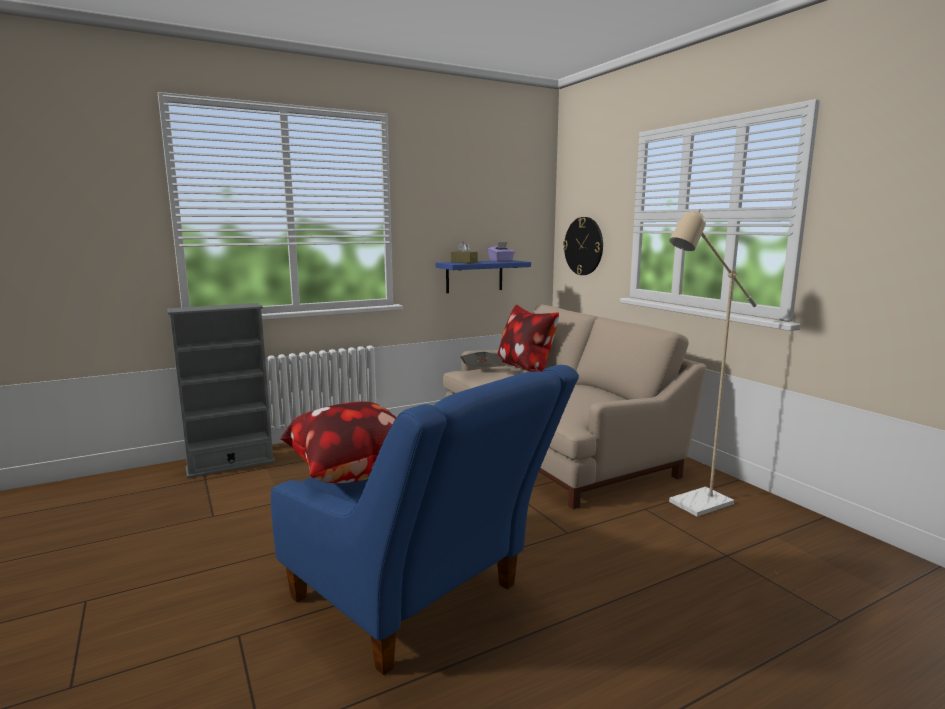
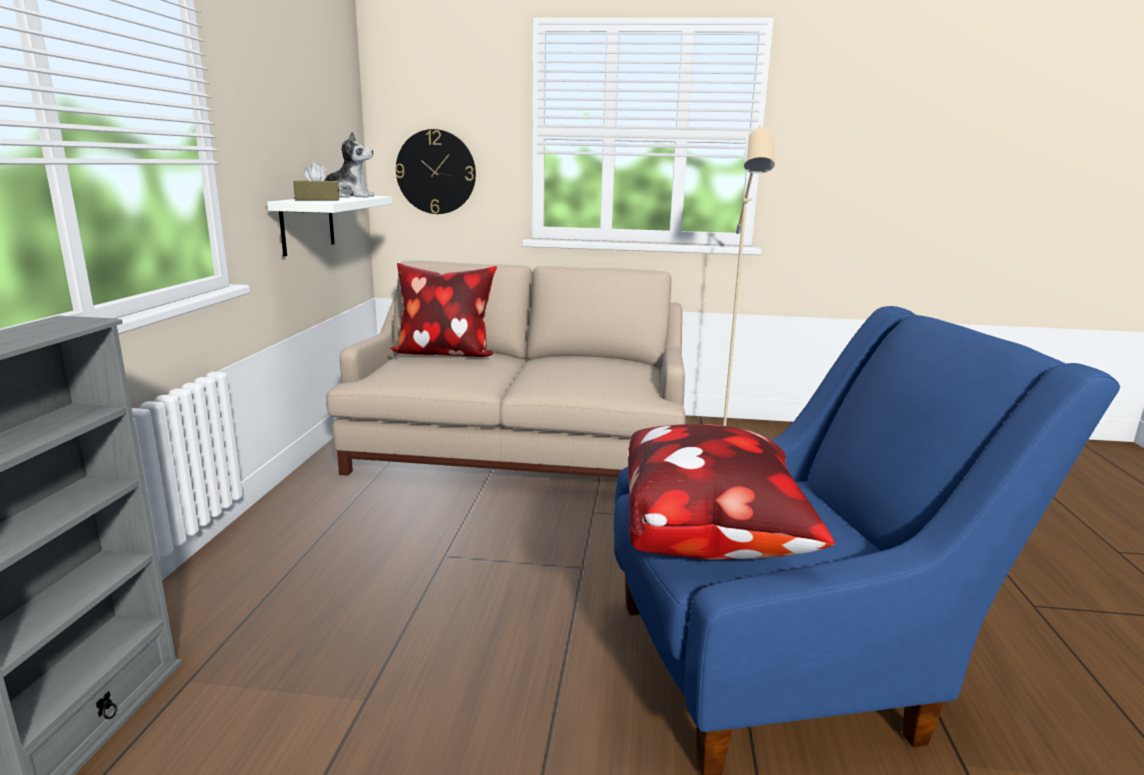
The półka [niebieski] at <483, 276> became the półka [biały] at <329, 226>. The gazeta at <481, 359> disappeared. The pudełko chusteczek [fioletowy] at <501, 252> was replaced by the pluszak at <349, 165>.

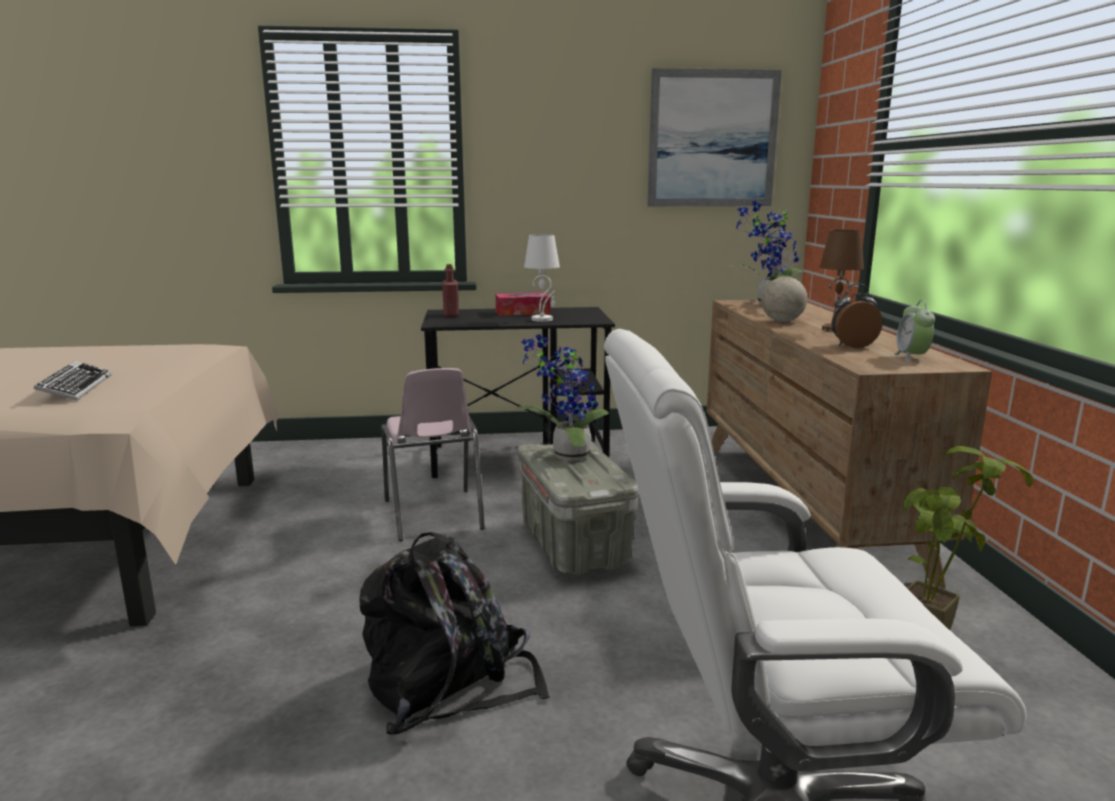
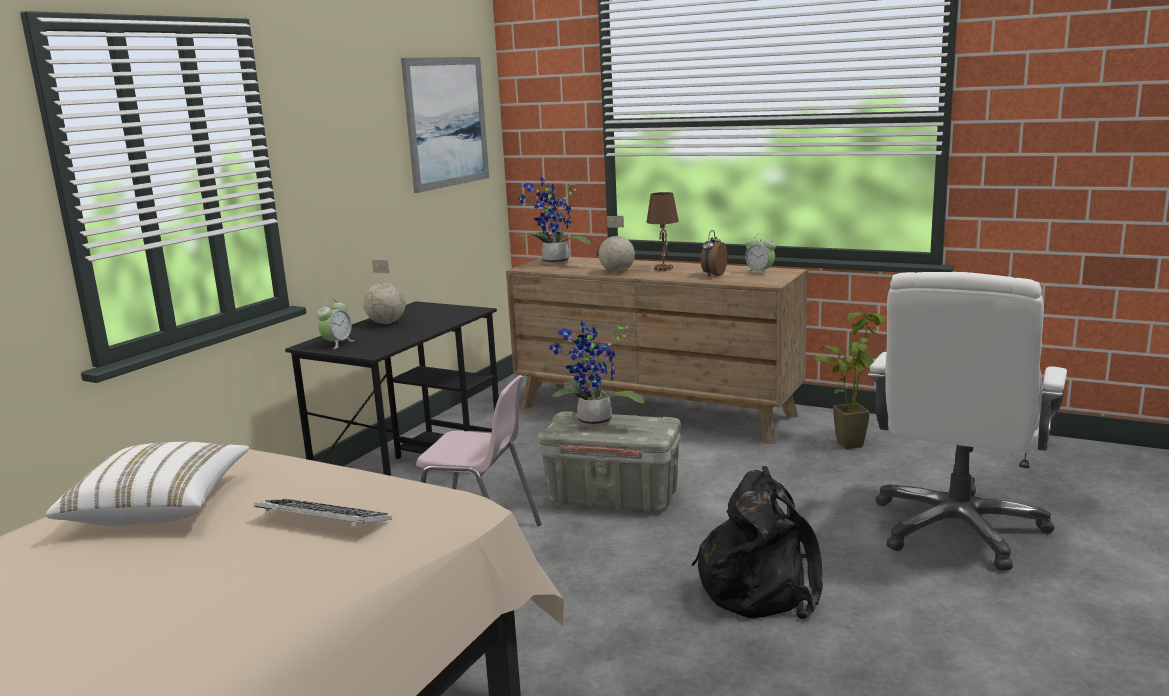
The butelka [czerwony] at <450, 290> was replaced by the budzik at <335, 324>. The pudełko chusteczek at <523, 304> was replaced by the globus at <384, 292>. The lampa stołowa [biały] at <542, 278> disappeared. The poduszka [biały] at <147, 483> appeared.

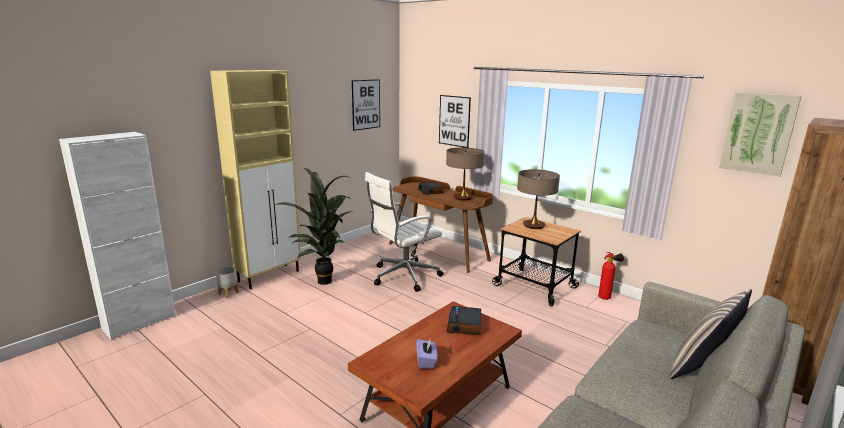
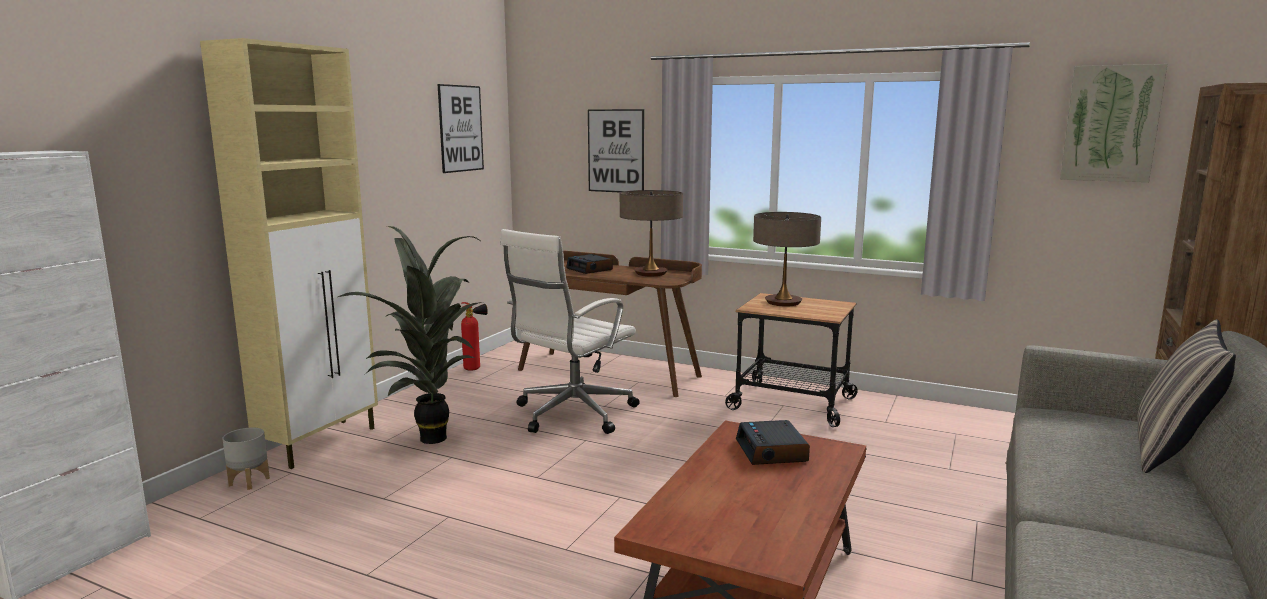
The pudełko chusteczek [fioletowy] at <427, 354> disappeared. The gaśnica moved from <611, 276> to <474, 336>.

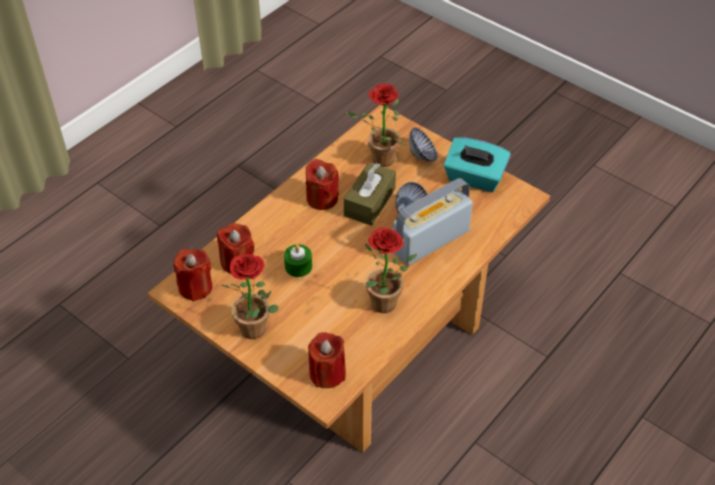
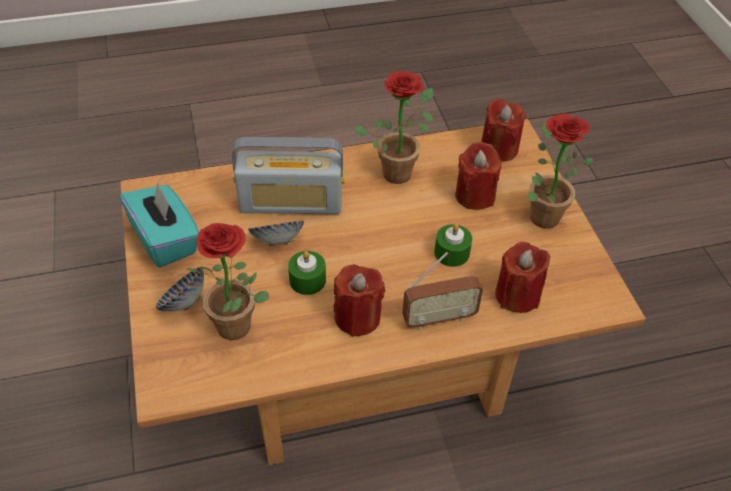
The świeca [czerwony] moved from <192, 275> to <478, 176>. The pudełko chusteczek [brązowy] at <370, 194> was replaced by the świeca [zielony] at <307, 273>. The radio at <442, 291> appeared.

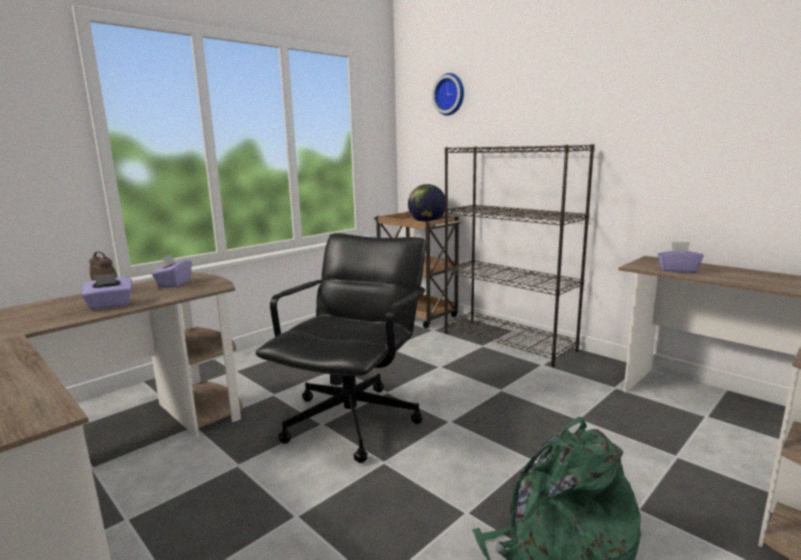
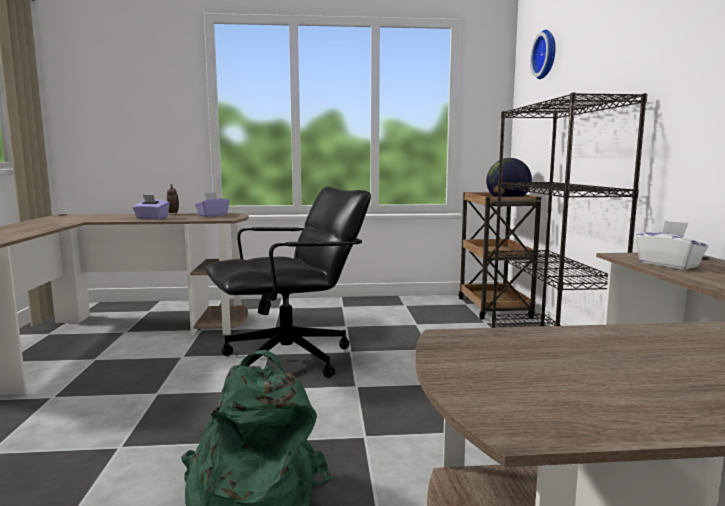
The pudełko chusteczek [fioletowy] at <680, 257> became the pudełko chusteczek [biały] at <671, 245>.

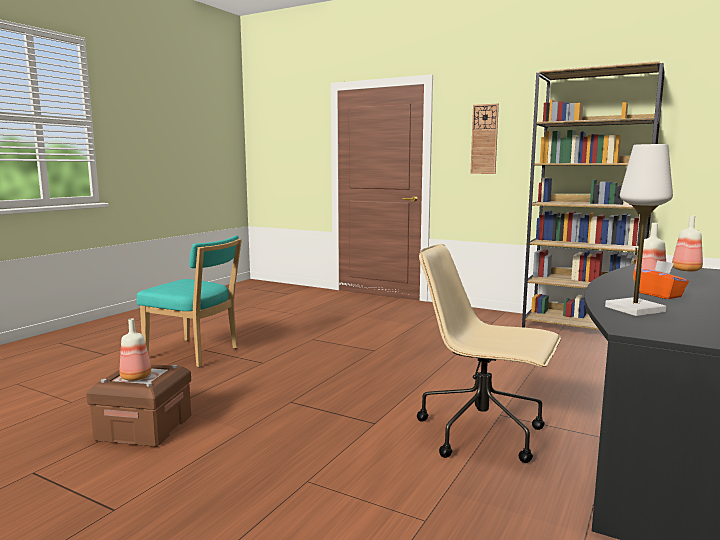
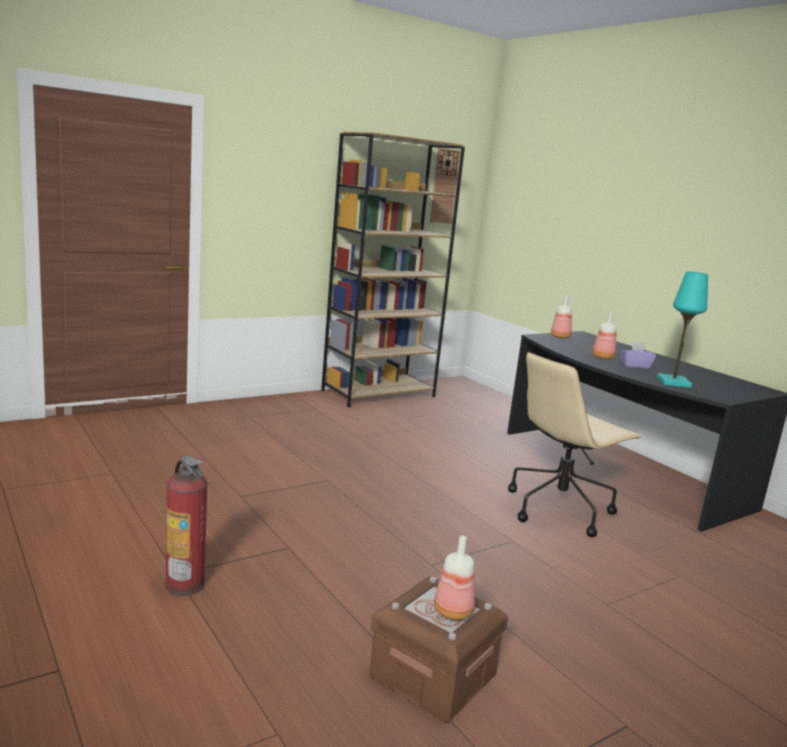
The krzesło [turkusowy] at <189, 301> was replaced by the gaśnica at <186, 526>. The zegar ścienny moved from <484, 139> to <445, 186>. The lampa stołowa [biały] at <639, 230> became the lampa stołowa [turkusowy] at <682, 329>. The pudełko chusteczek [pomarańczowy] at <661, 279> became the pudełko chusteczek [fioletowy] at <638, 355>.

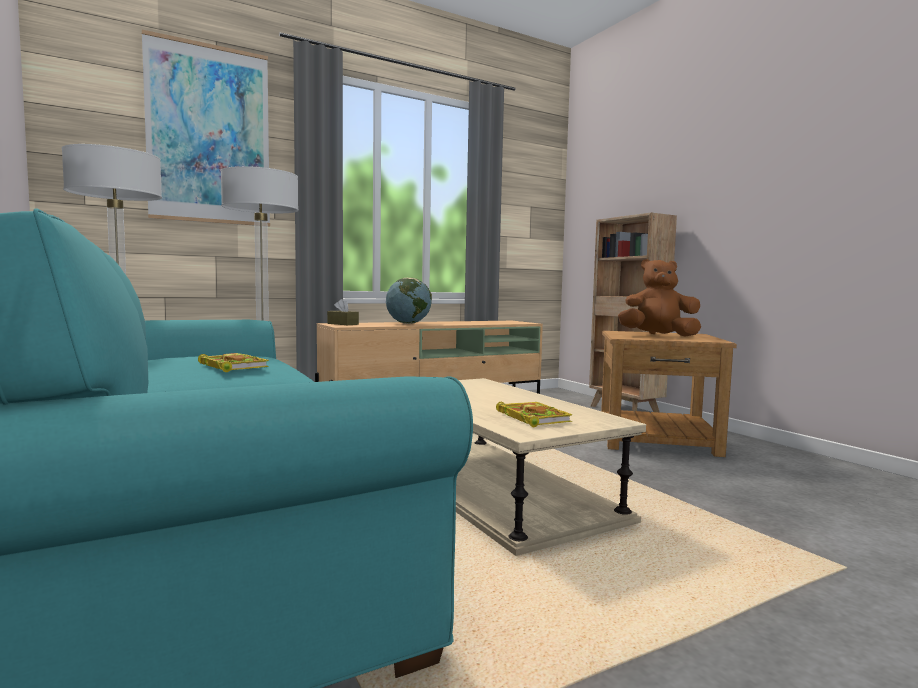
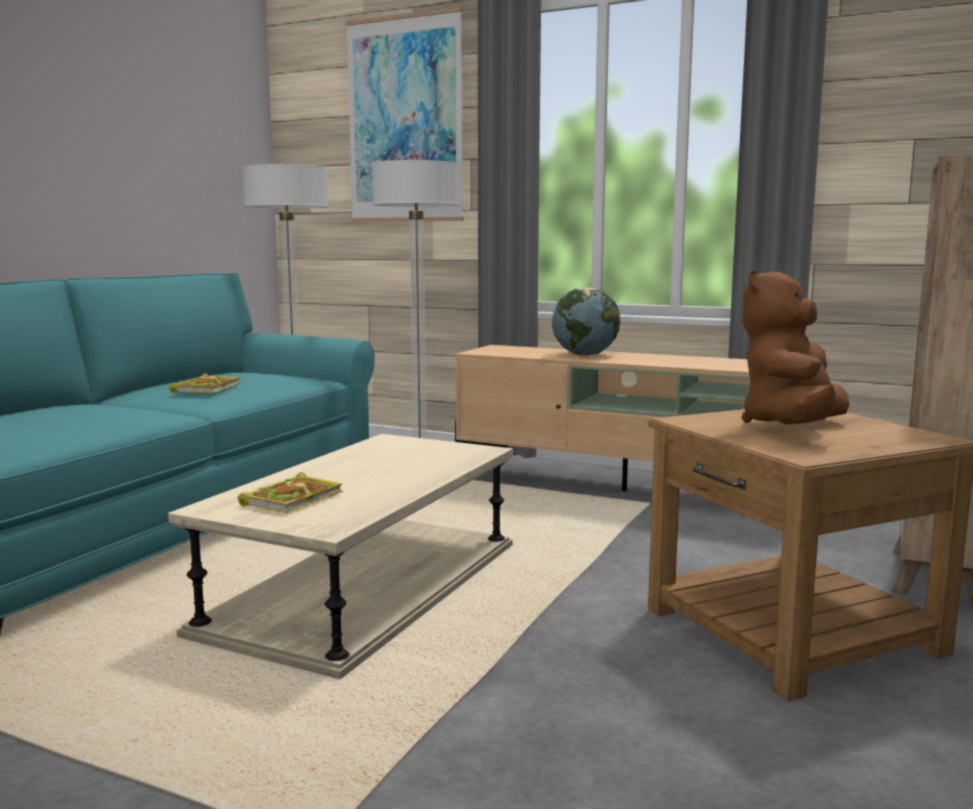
The pudełko chusteczek [brązowy] at <343, 312> disappeared. The pluszak [brązowy] at <659, 298> turned 120 degrees counterclockwise.

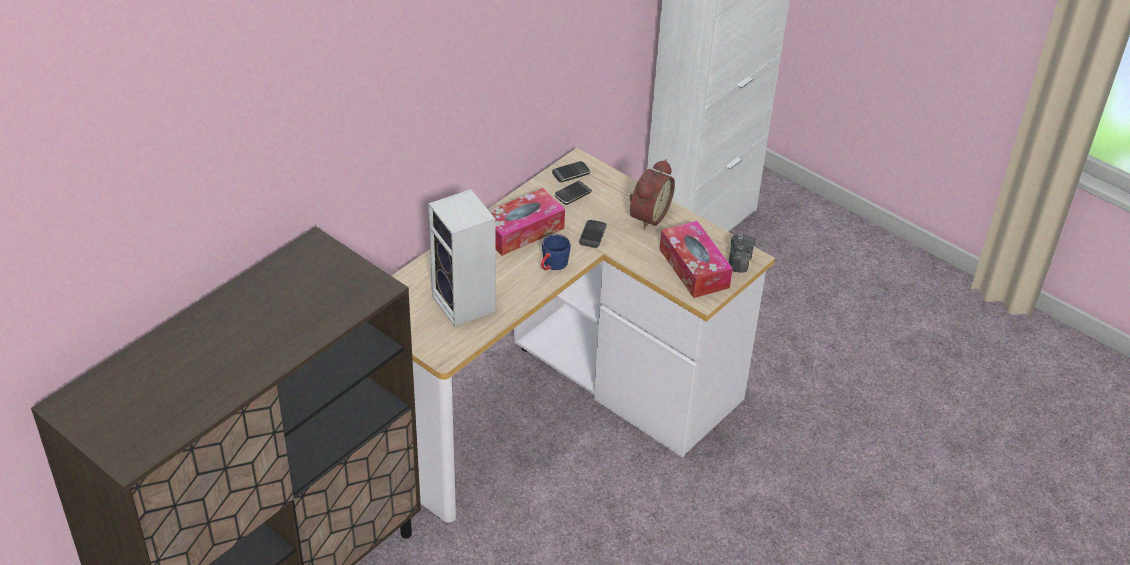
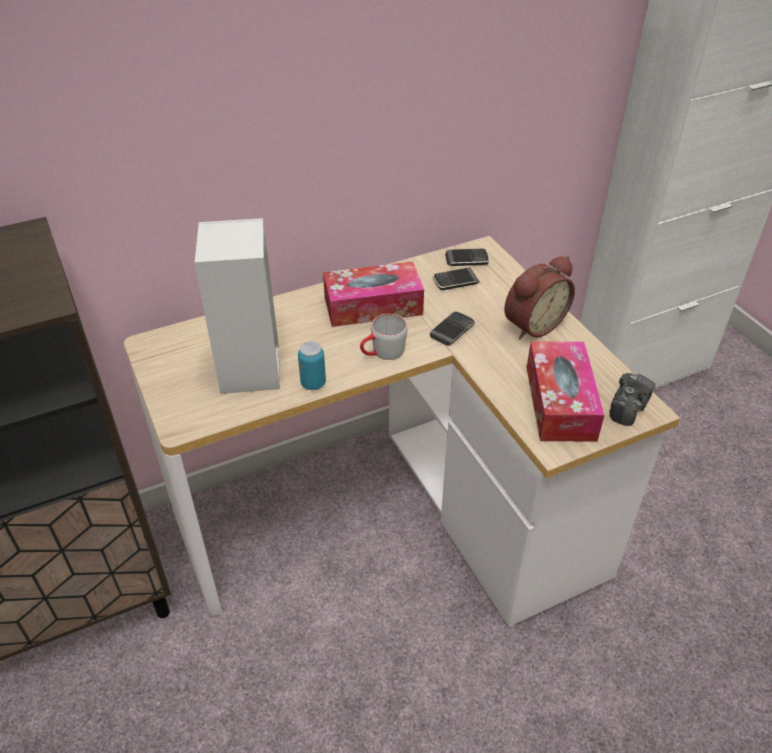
The kubek [niebieski] at <556, 252> became the kubek [szary] at <384, 337>. The puszka at <312, 366> appeared.

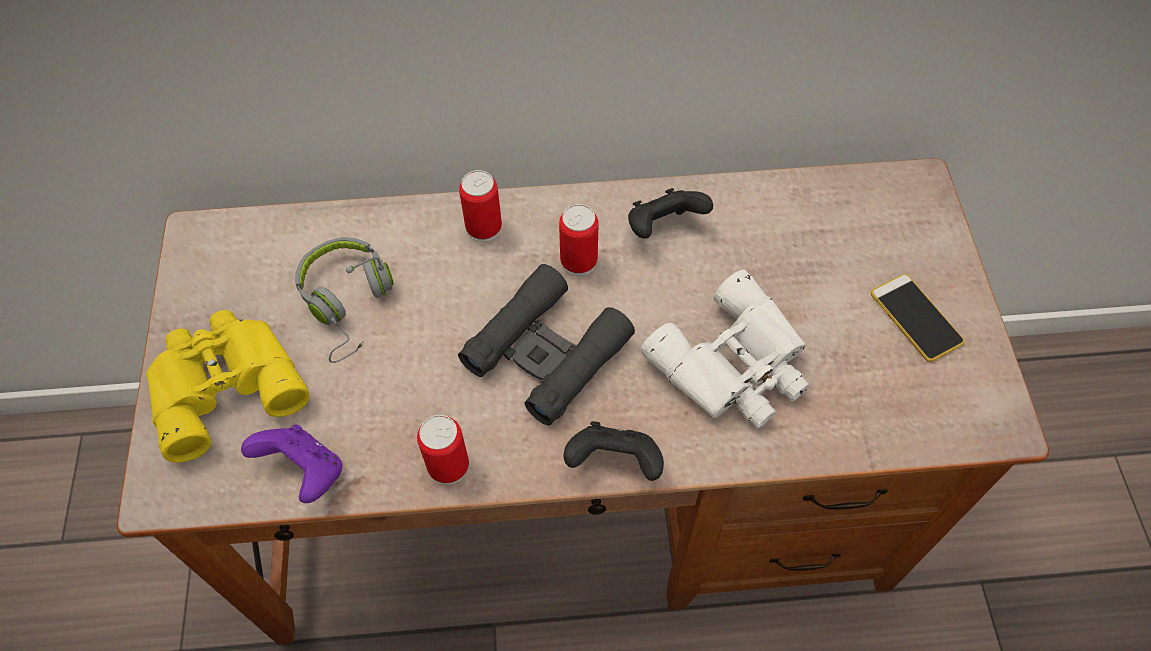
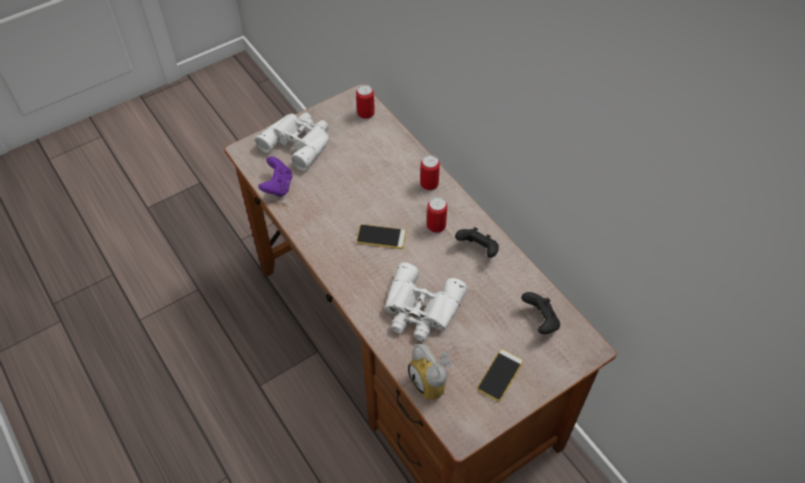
The lornetka [żółty] at <227, 386> became the lornetka [biały] at <292, 142>. The słuchawki [szary] at <344, 300> disappeared. The puszka moved from <443, 450> to <365, 102>. The lornetka [czarny] at <546, 344> was replaced by the telefon at <381, 236>. The pad do gier [czarny] moved from <613, 451> to <540, 313>. The budzik at <430, 372> appeared.

